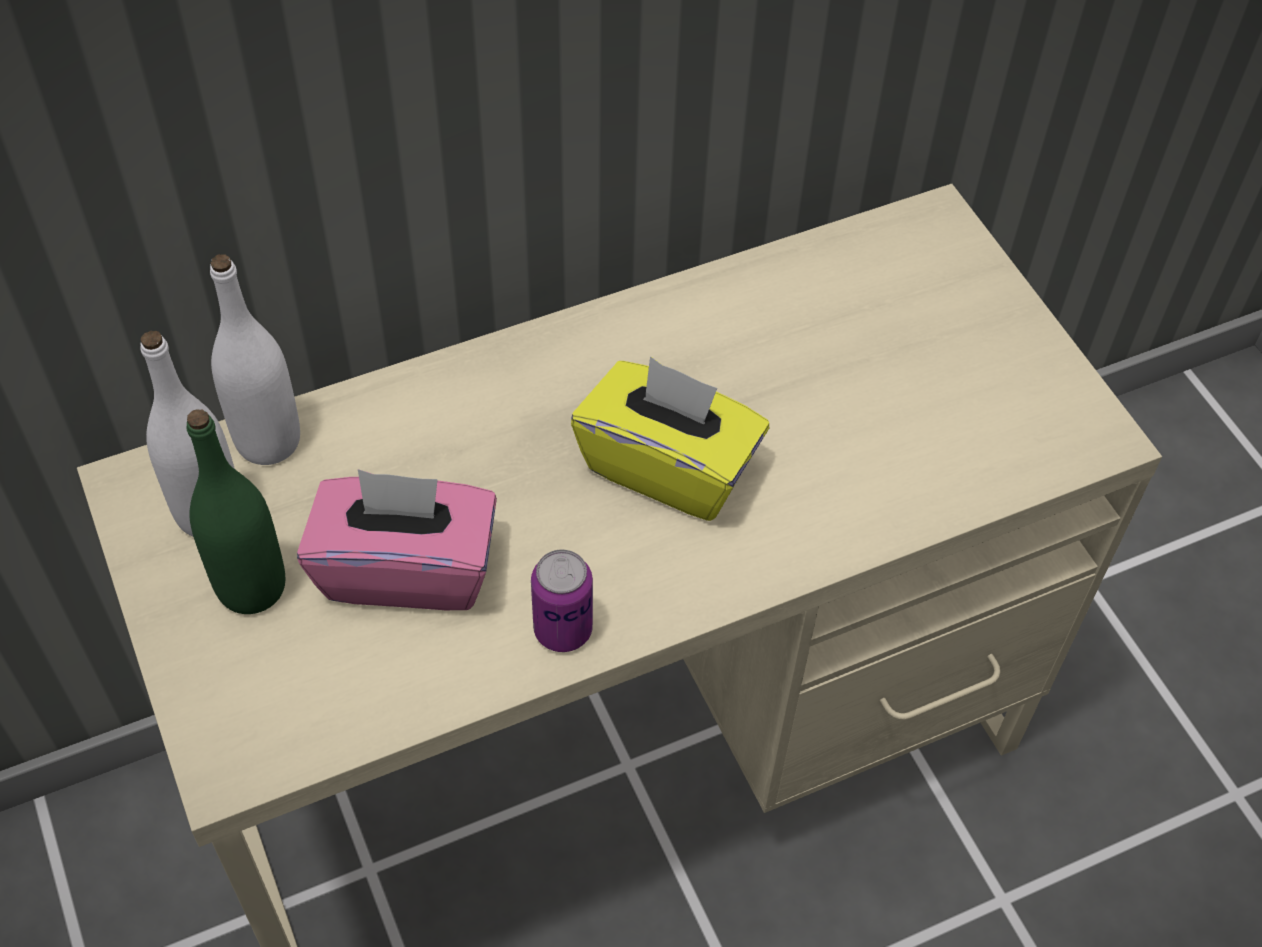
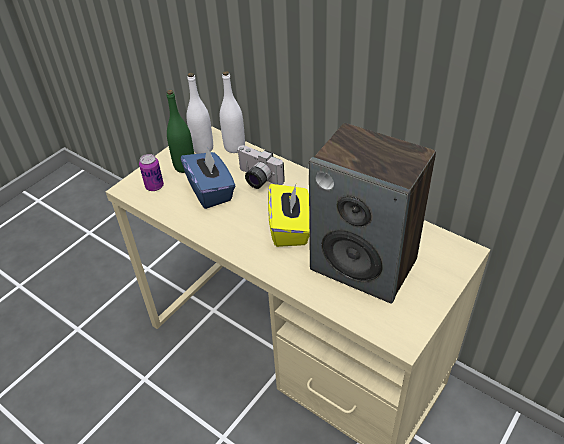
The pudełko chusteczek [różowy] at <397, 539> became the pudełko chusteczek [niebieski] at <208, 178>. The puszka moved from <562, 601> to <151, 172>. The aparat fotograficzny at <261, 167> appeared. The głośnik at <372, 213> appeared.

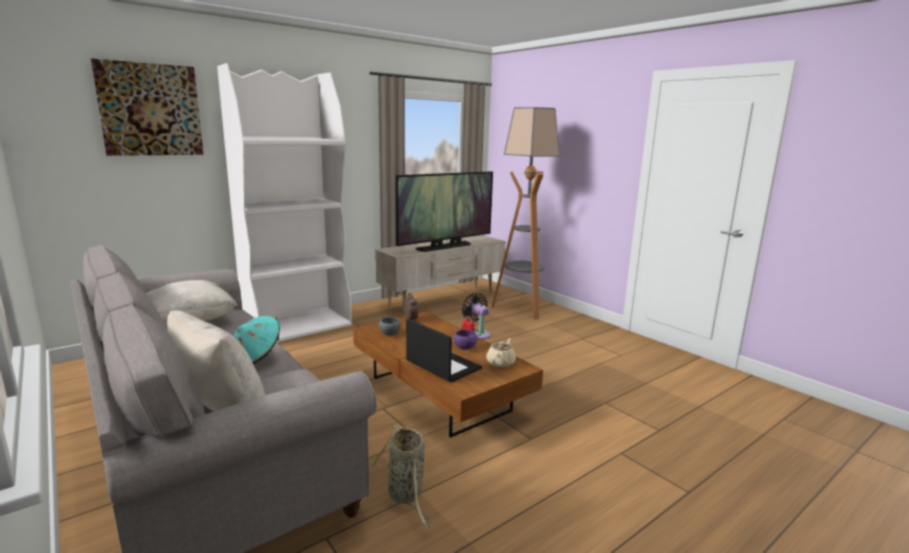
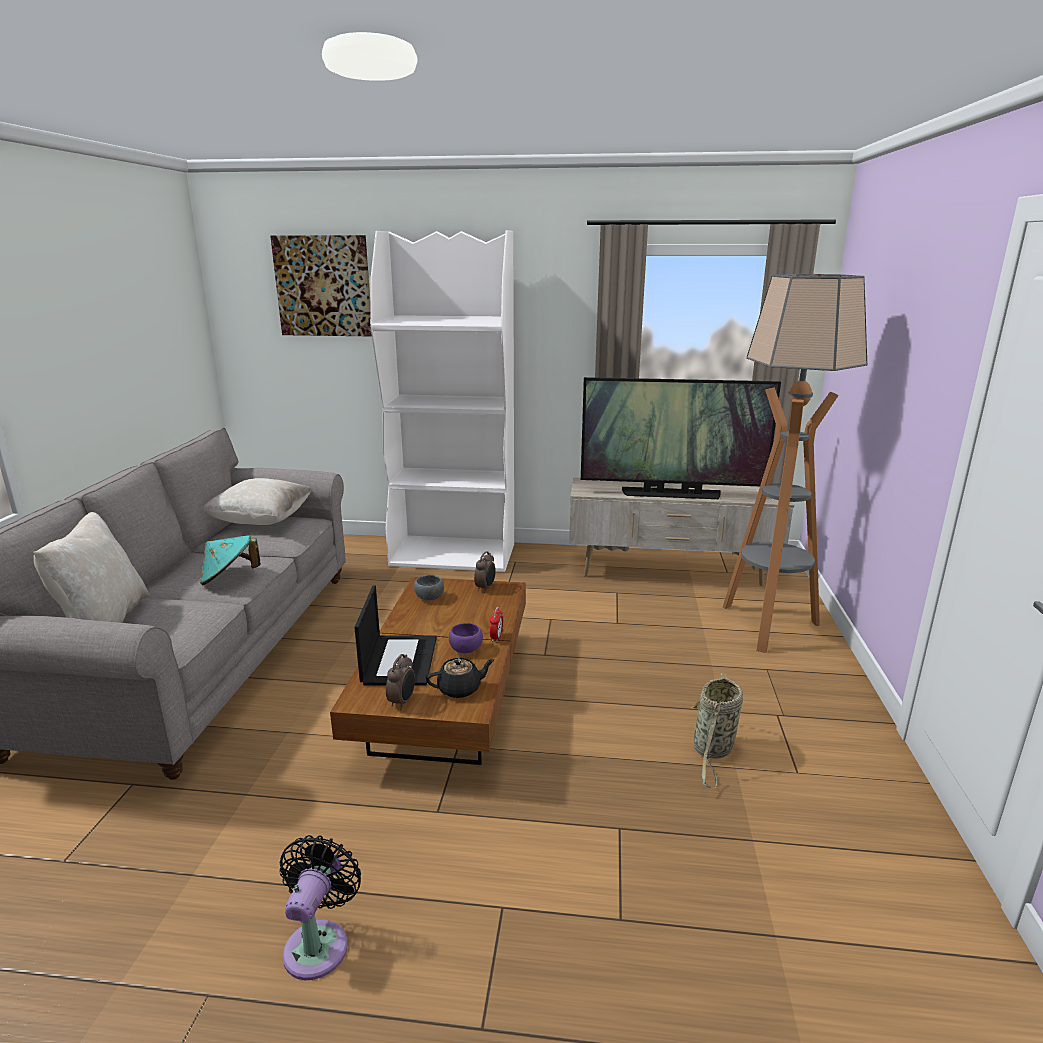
The koszyk moved from <401, 476> to <717, 730>. The wentylator [czarny] moved from <476, 316> to <320, 907>. The imbryk [beżowy] at <501, 353> became the imbryk [czarny] at <460, 678>. The budzik at <400, 681> appeared.

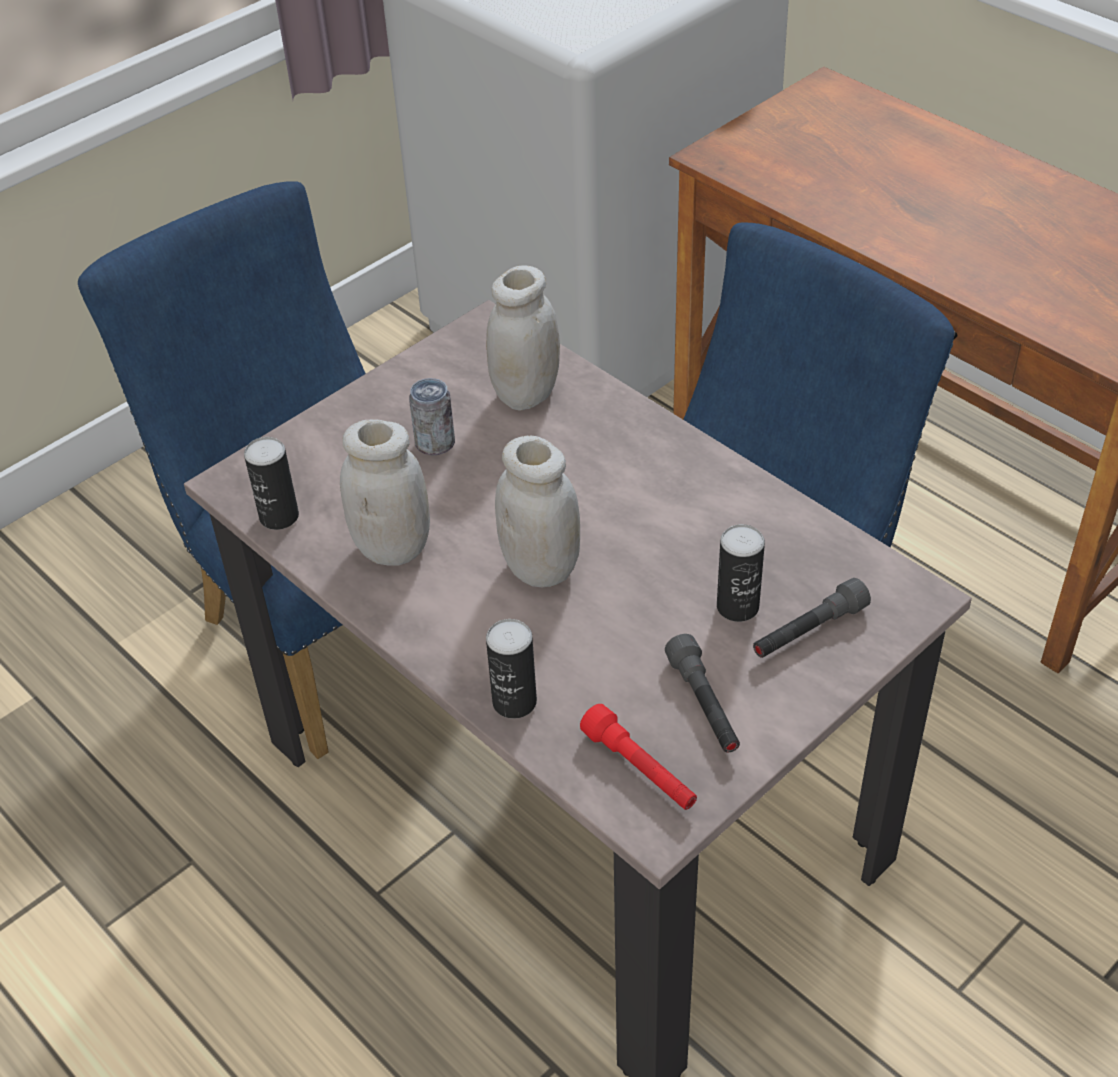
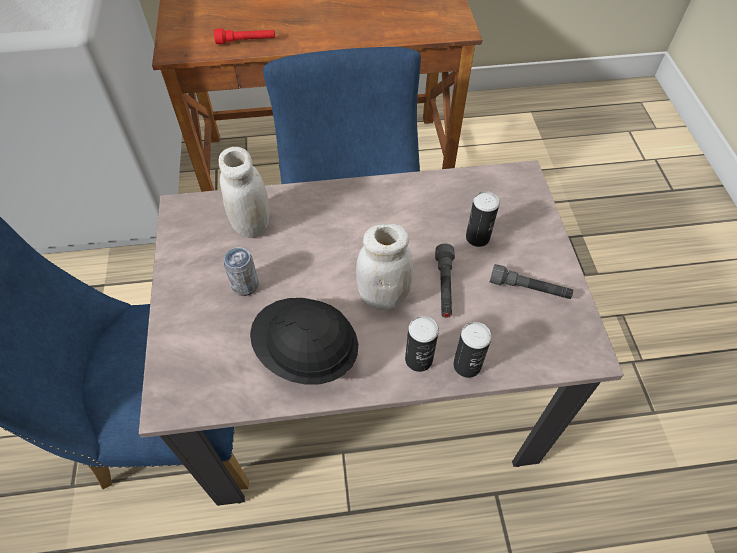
The puszka moved from <271, 483> to <422, 344>. The słoik [biały] at <385, 493> was replaced by the kask [czarny] at <304, 341>. The latarka [czerwony] moved from <638, 757> to <244, 36>. The latarka [szary] moved from <812, 618> to <445, 281>.

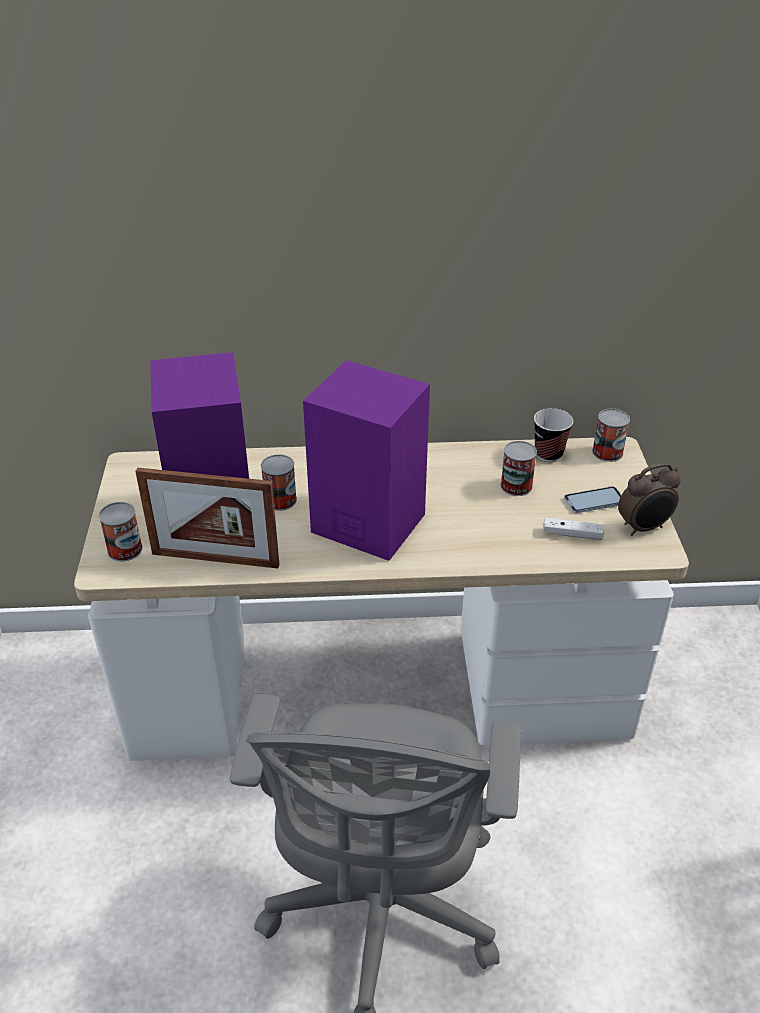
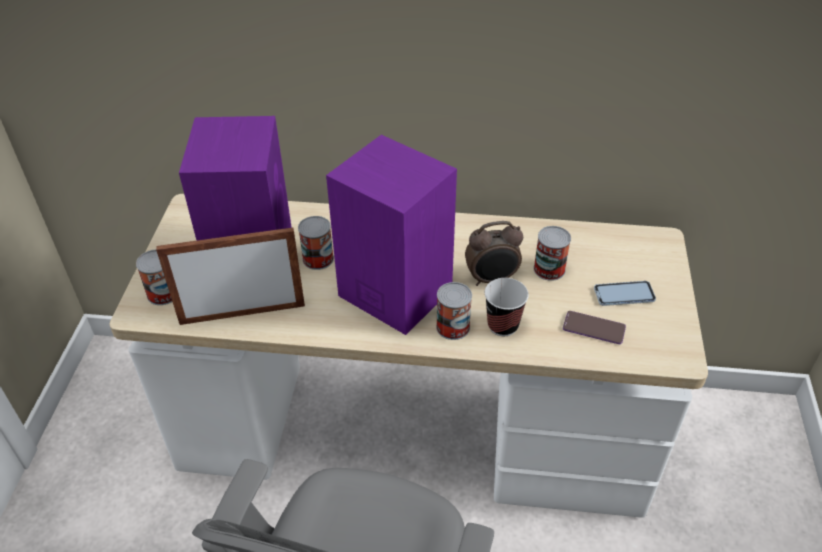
The ramka na zdjęcie at <207, 518> turned 150 degrees clockwise. The filiżanka moved from <553, 435> to <507, 307>. The pad do gier [biały] at <573, 529> was replaced by the telefon at <594, 327>. The puszka moved from <611, 435> to <454, 311>. The budzik moved from <649, 499> to <494, 253>.

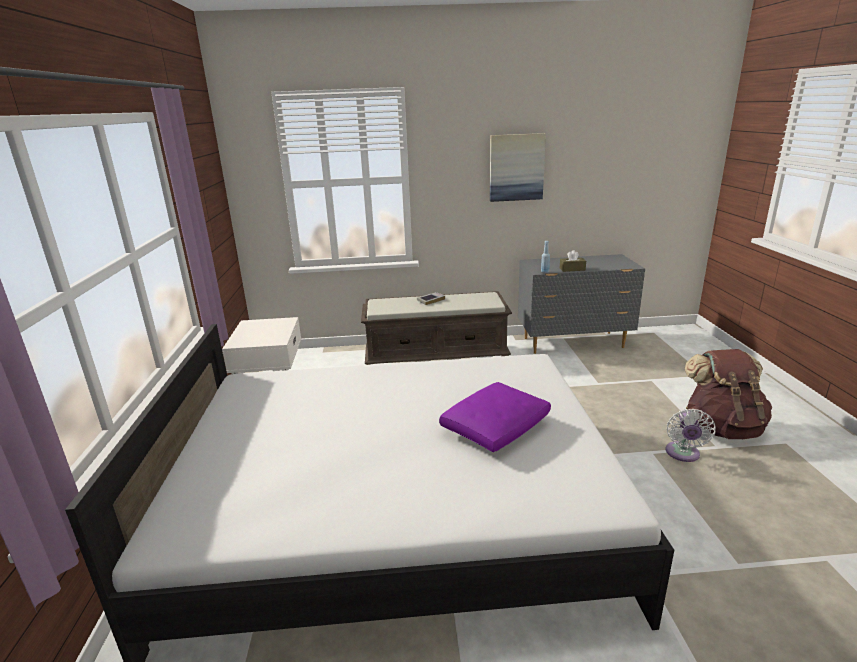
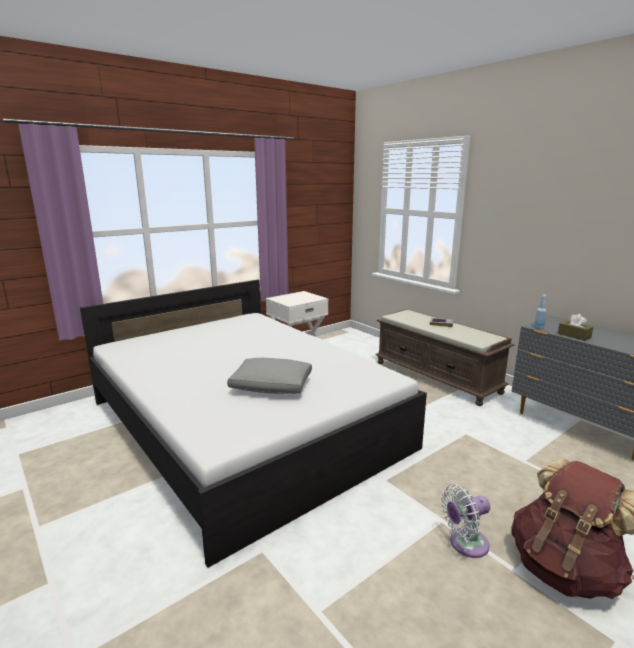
The poduszka [fioletowy] at <495, 417> became the poduszka [szary] at <269, 376>. The obraz at <518, 167> disappeared.

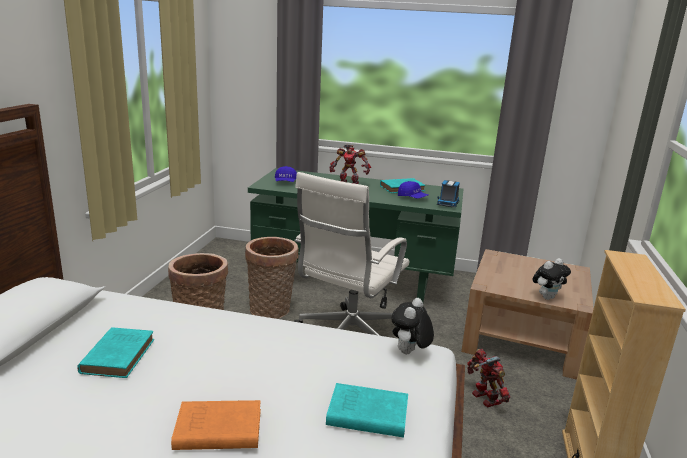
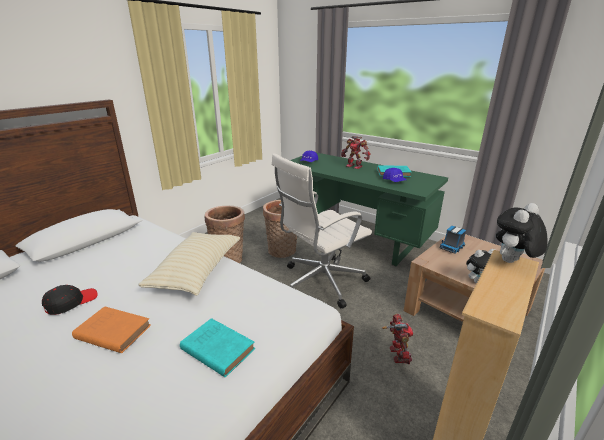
The książka [turkusowy] at <115, 352> disappeared. The pluszak moved from <412, 326> to <522, 233>. The ciężarówka zabawkowa moved from <448, 193> to <452, 240>. The czapka z daszkiem [czarny] at <69, 300> appeared. The poduszka [beżowy] at <189, 264> appeared.

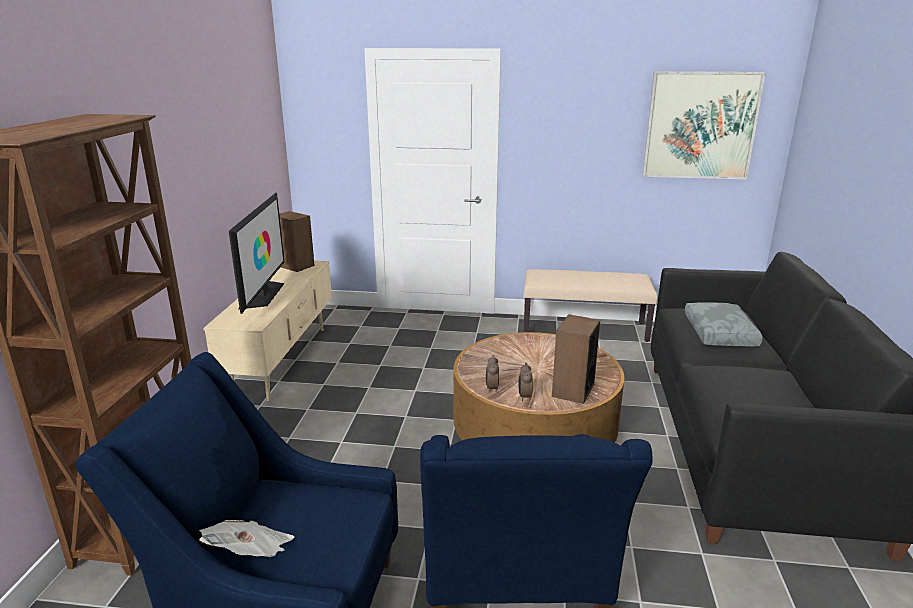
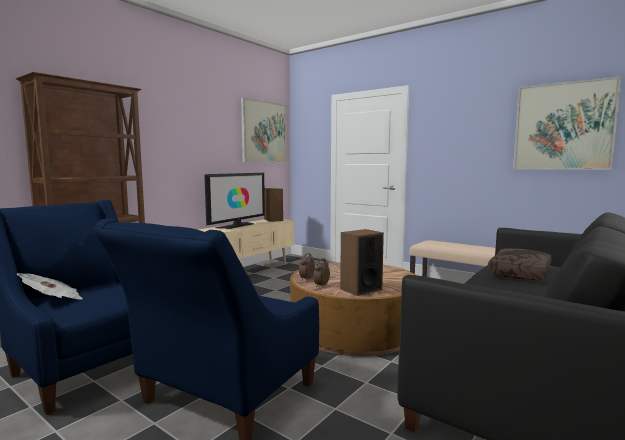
The poduszka [szary] at <724, 324> became the poduszka [brązowy] at <519, 264>. The obraz at <263, 129> appeared.

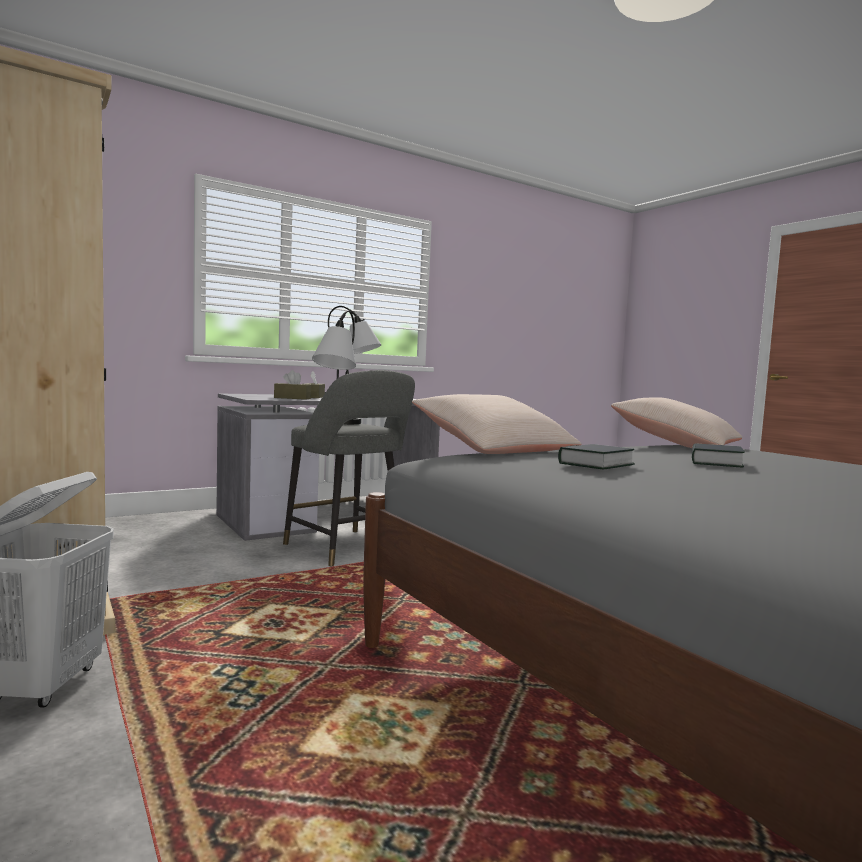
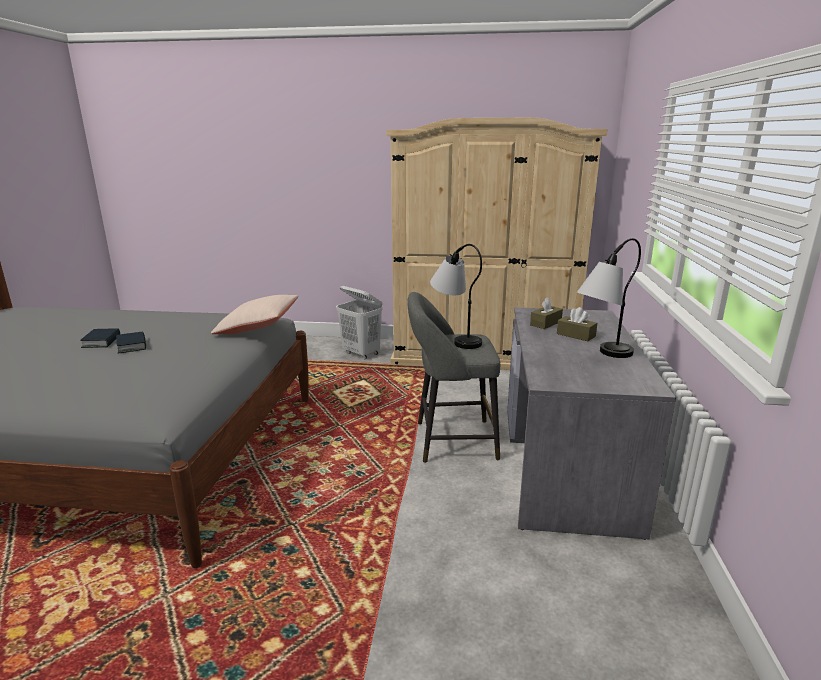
The książka moved from <596, 456> to <100, 338>. The poduszka [beżowy] at <677, 422> disappeared.

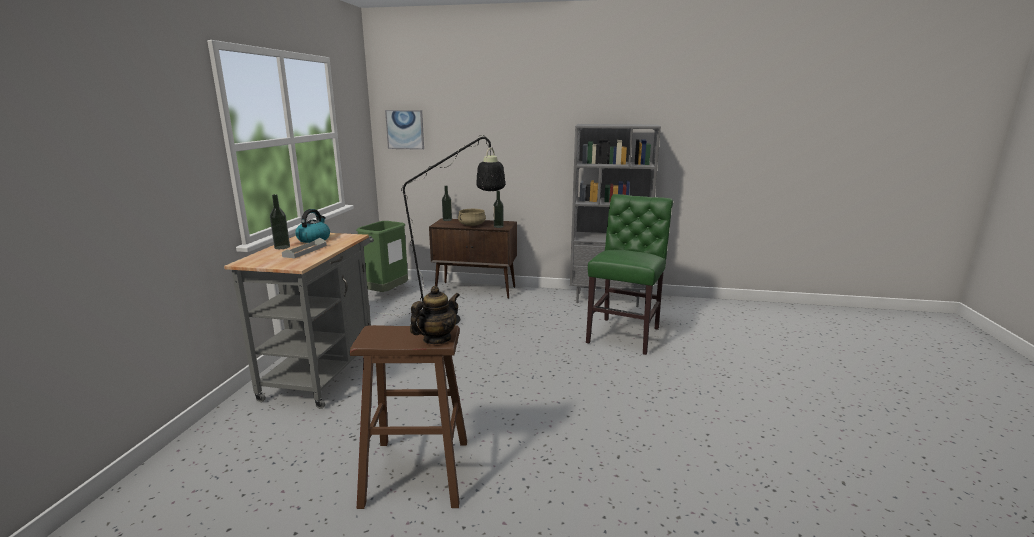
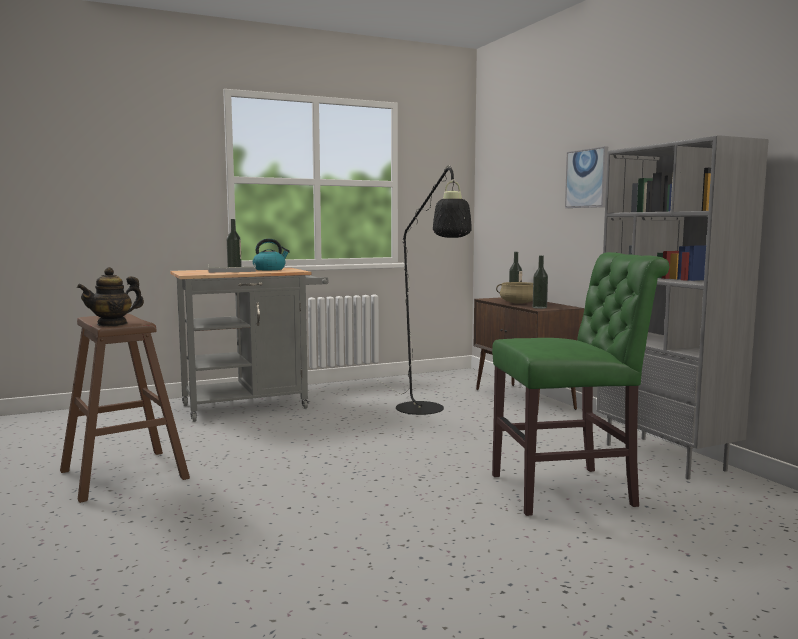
The kosz na śmieci [zielony] at <382, 256> disappeared. The obraz moved from <404, 130> to <586, 177>. The imbryk at <435, 315> turned 135 degrees clockwise.

